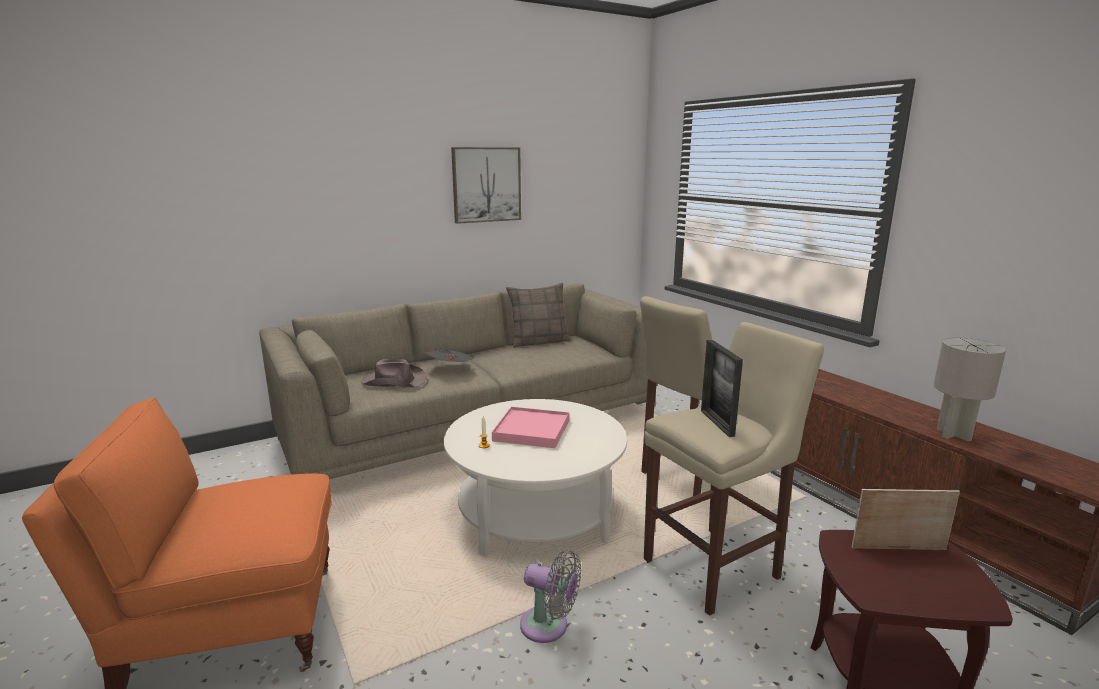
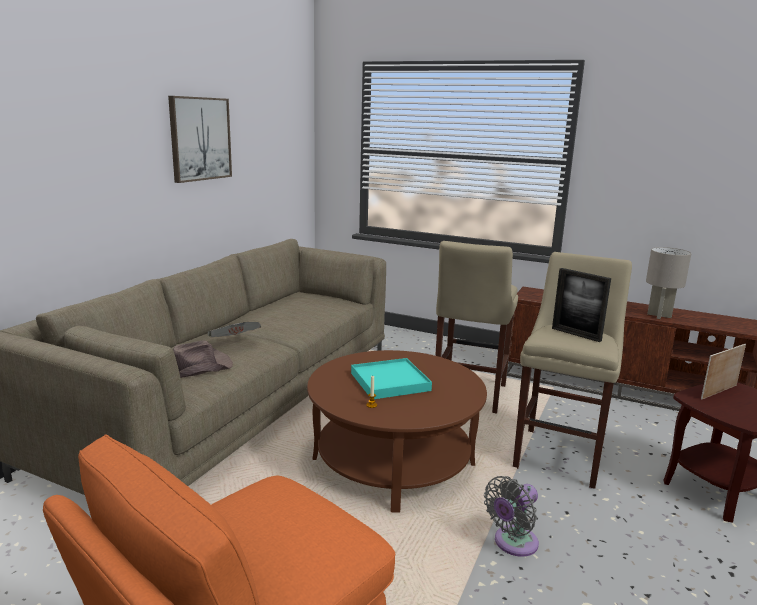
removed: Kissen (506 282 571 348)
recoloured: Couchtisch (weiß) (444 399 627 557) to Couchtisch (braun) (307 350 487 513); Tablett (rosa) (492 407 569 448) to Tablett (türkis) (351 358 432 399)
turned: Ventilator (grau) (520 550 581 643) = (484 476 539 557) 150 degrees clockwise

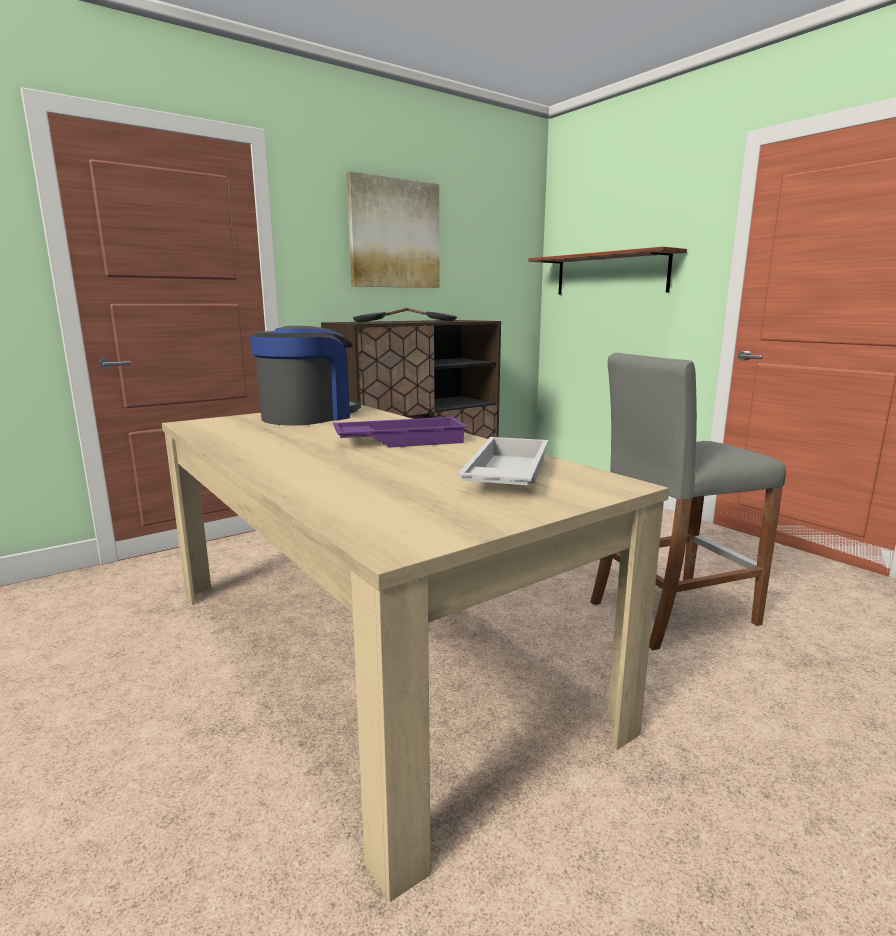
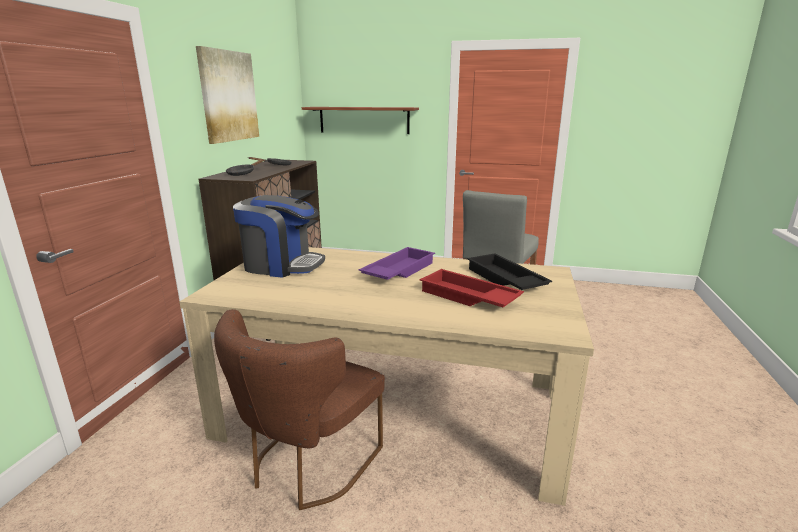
added: Stuhl (braun) (214 309 385 510); Tablett (rot) (420 269 524 307)
recoloured: Tablett (weiß) (457 437 548 485) to Tablett (schwarz) (467 254 552 290)
turned: Kaffeemaschine (250 326 361 426) = (233 195 325 278) 105 degrees clockwise

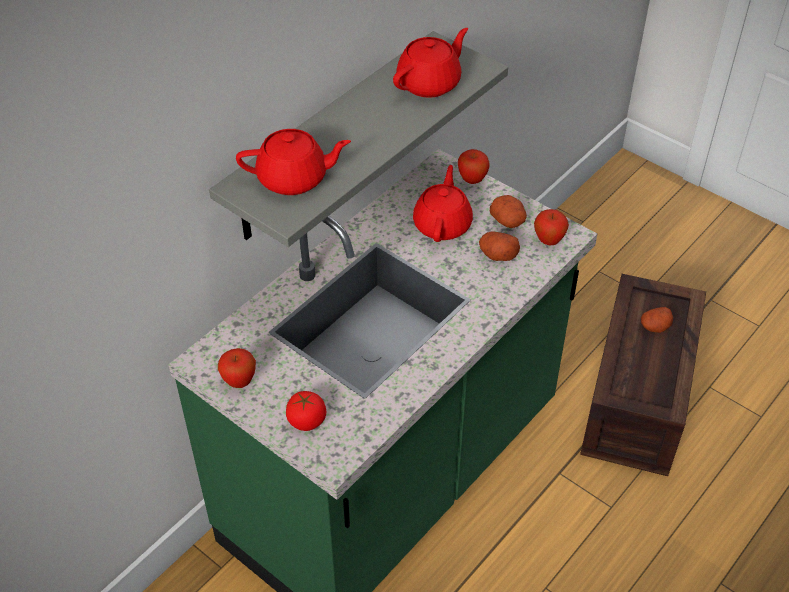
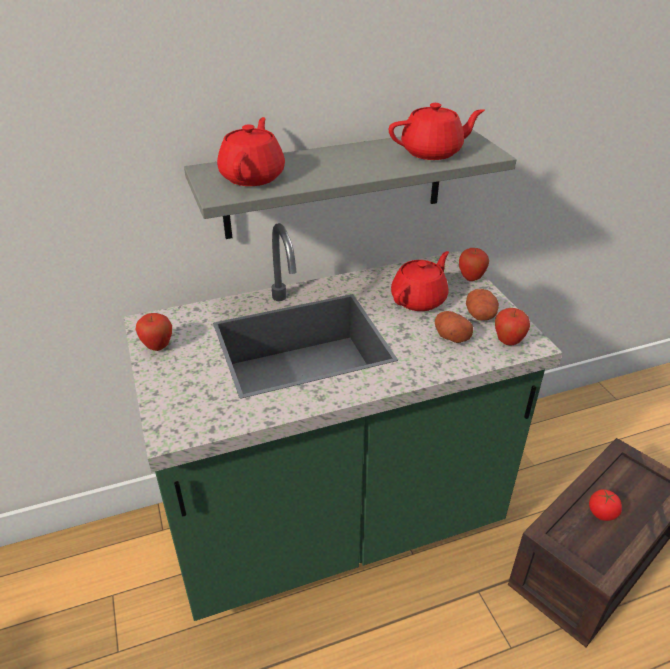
removed: Kartoffel (641 307 673 333)
moved: Tomate (286 391 327 431) to (589 489 622 521)
turned: Teekanne (rot) (236 129 351 195) = (217 117 285 186) 105 degrees counterclockwise

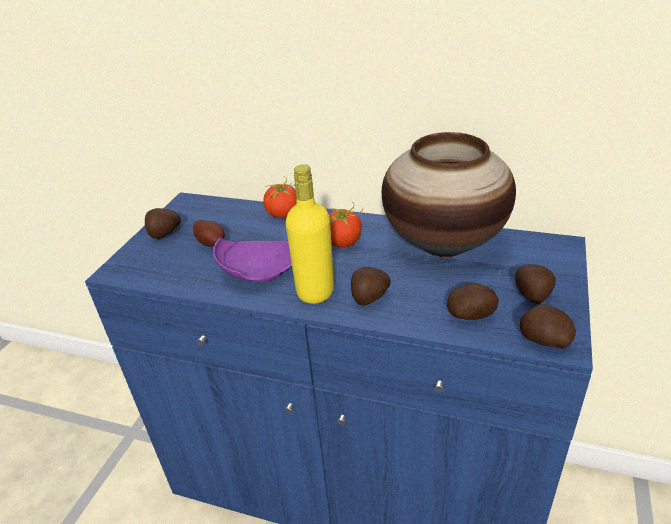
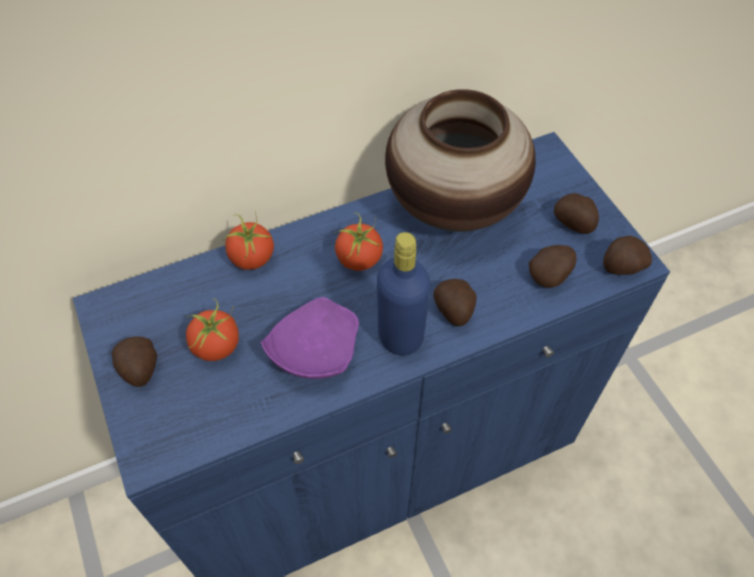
replaced: Kartoffel (193 220 225 247) to Tomate (186 298 239 361)
recoloured: Flasche (gelb) (286 164 334 304) to Flasche (blau) (377 232 431 355)

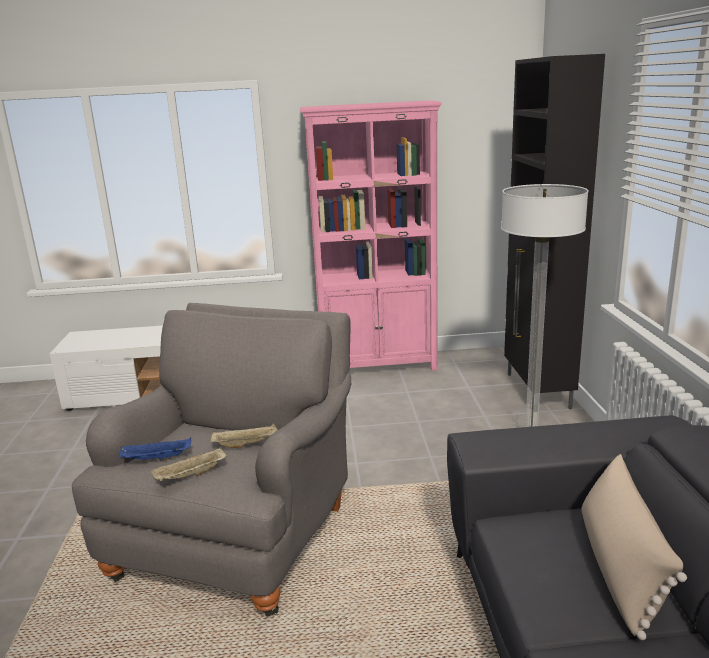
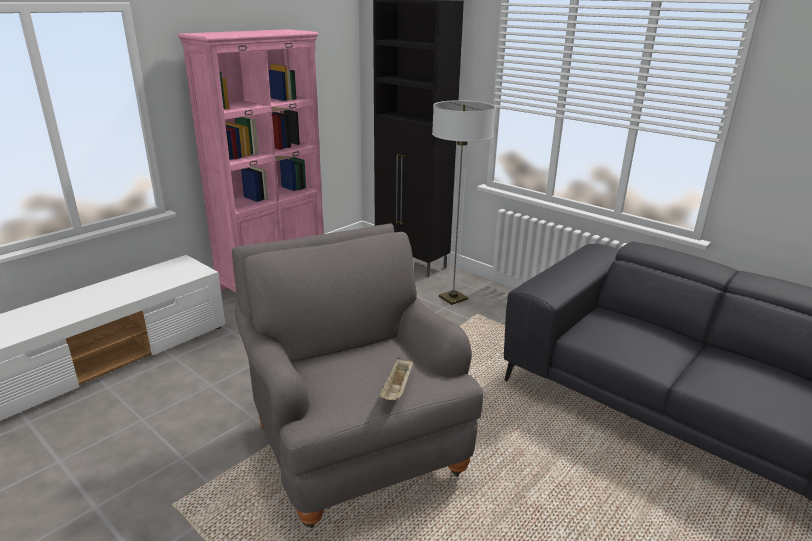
removed: Tablett (blau) (120 438 191 461); Tablett (beige) (210 424 278 448); Kissen (beige) (582 454 687 640)

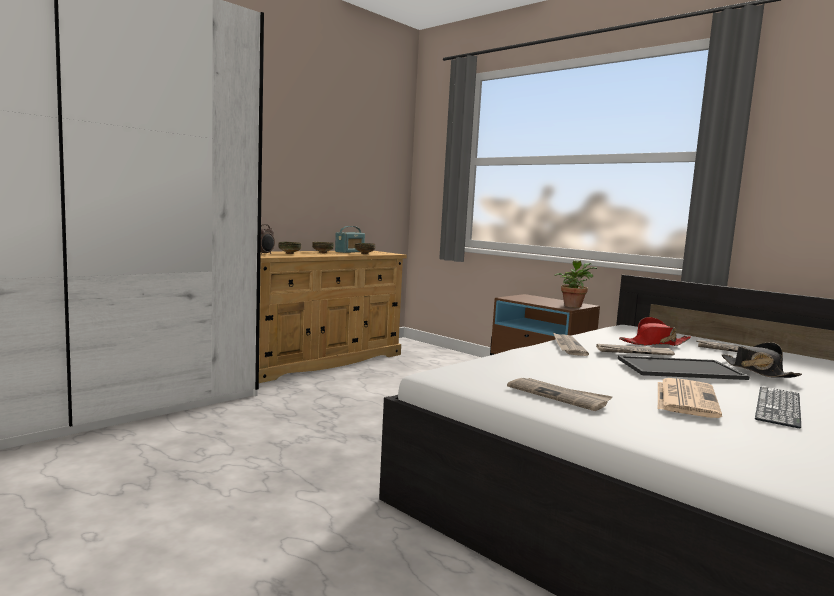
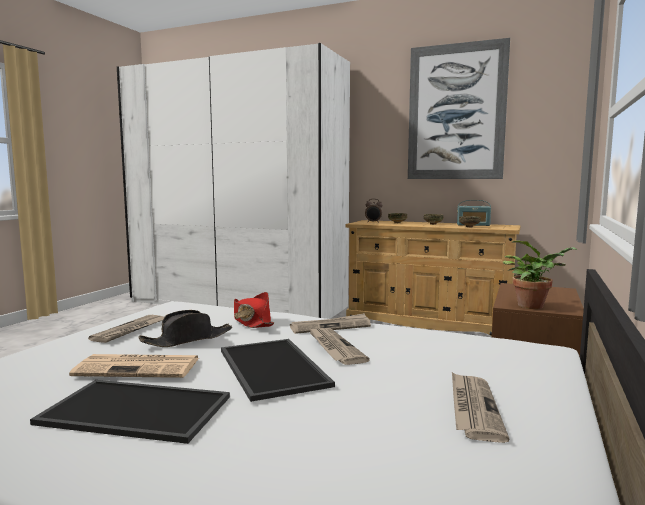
added: Bild (408 38 510 179)
moved: Hut (rot) (619 317 691 346) to (234 292 274 328); Hut (schwarz) (721 342 802 378) to (138 310 232 347)
replaced: Tastatur (755 386 801 429) to Tablett (30 380 230 444)

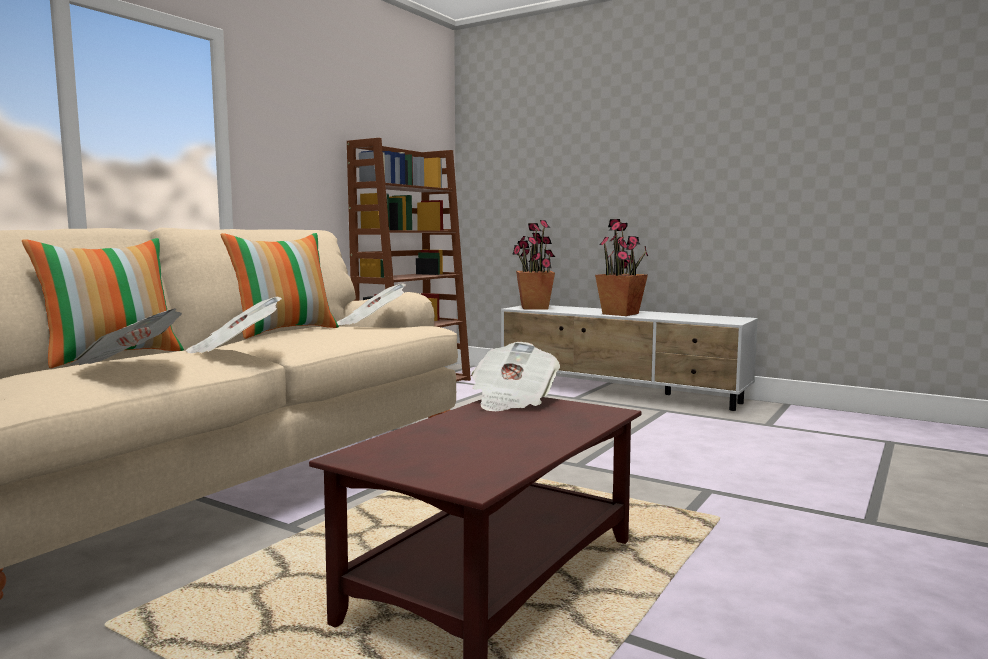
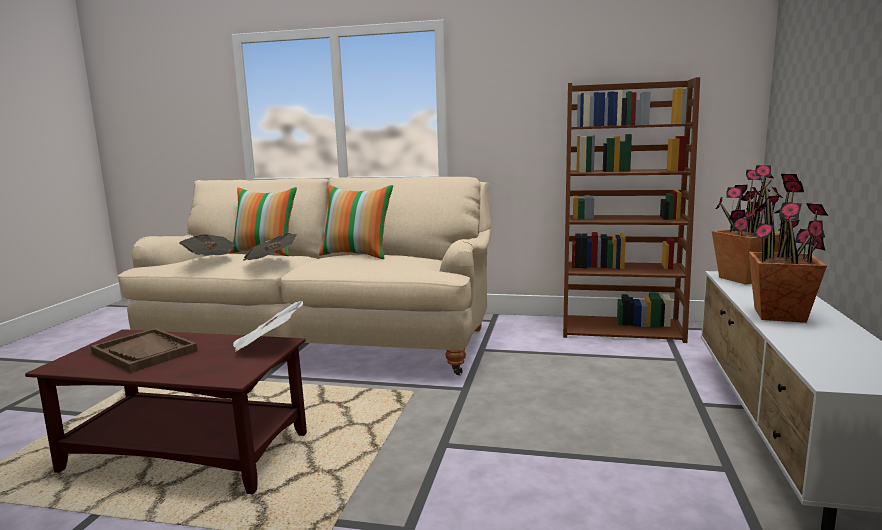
removed: Zeitung (337 283 407 325)
added: Tablett (braun) (90 328 197 373)

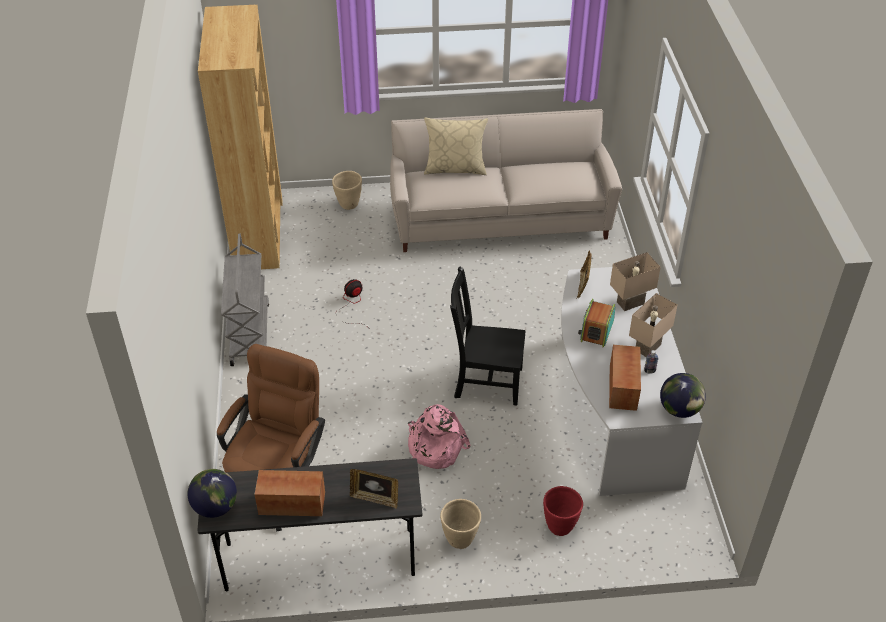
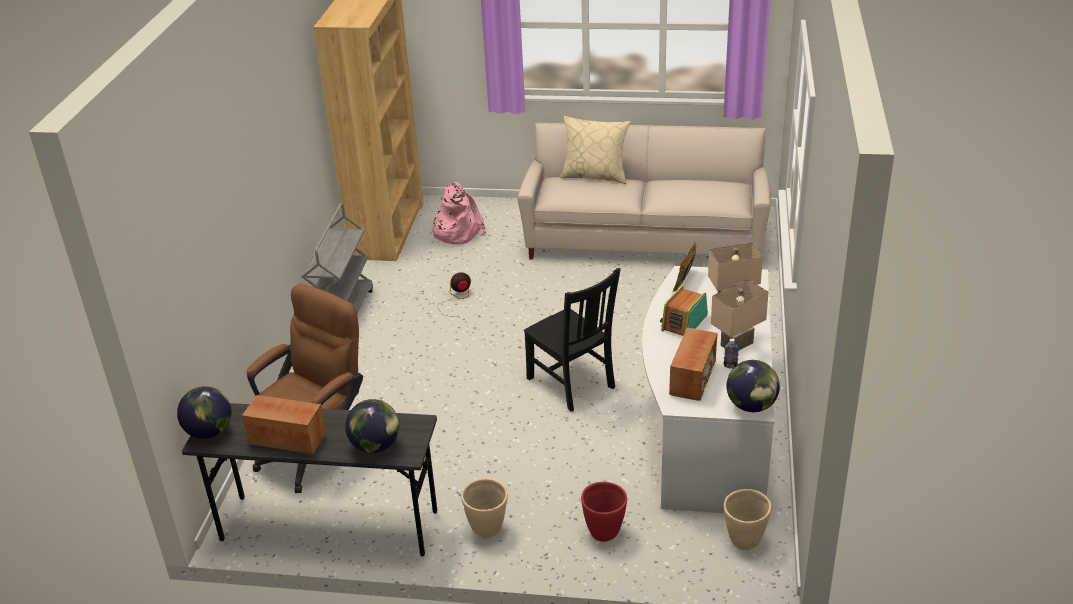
moved: Pflanzkübel (beige) (332 171 362 210) to (724 489 771 550); Rucksack (rosa) (408 404 470 469) to (430 182 486 244)
replaced: Bilderrahmen (350 469 398 509) to Globus (345 399 399 453)
turned: Stuhl (schwarz) (450 266 525 405) = (524 268 621 412) 150 degrees counterclockwise

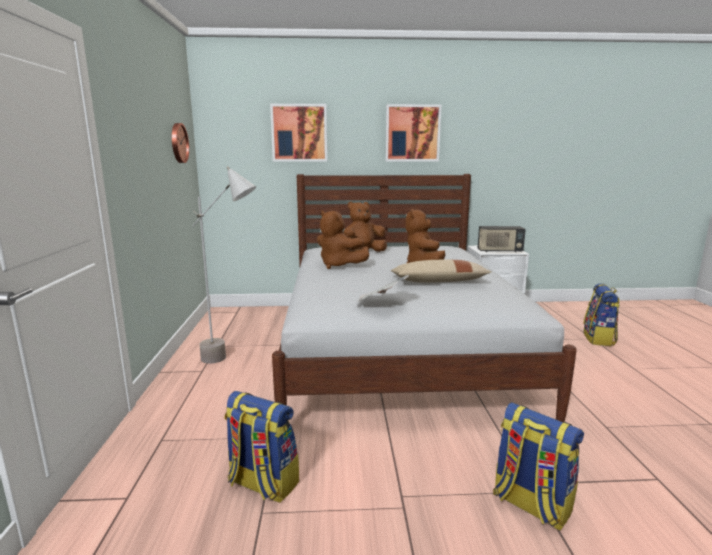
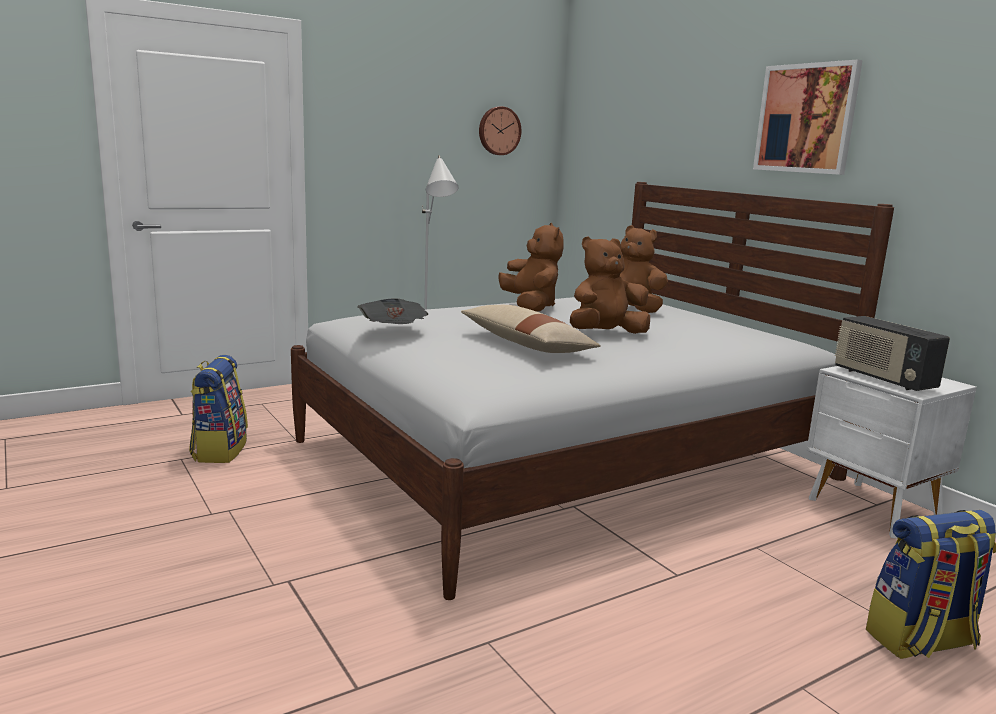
removed: Bild (270 104 327 162); Rucksack (493 402 584 531)
turned: Plüschtier (braun) (317 211 369 269) = (498 223 564 312) 150 degrees clockwise

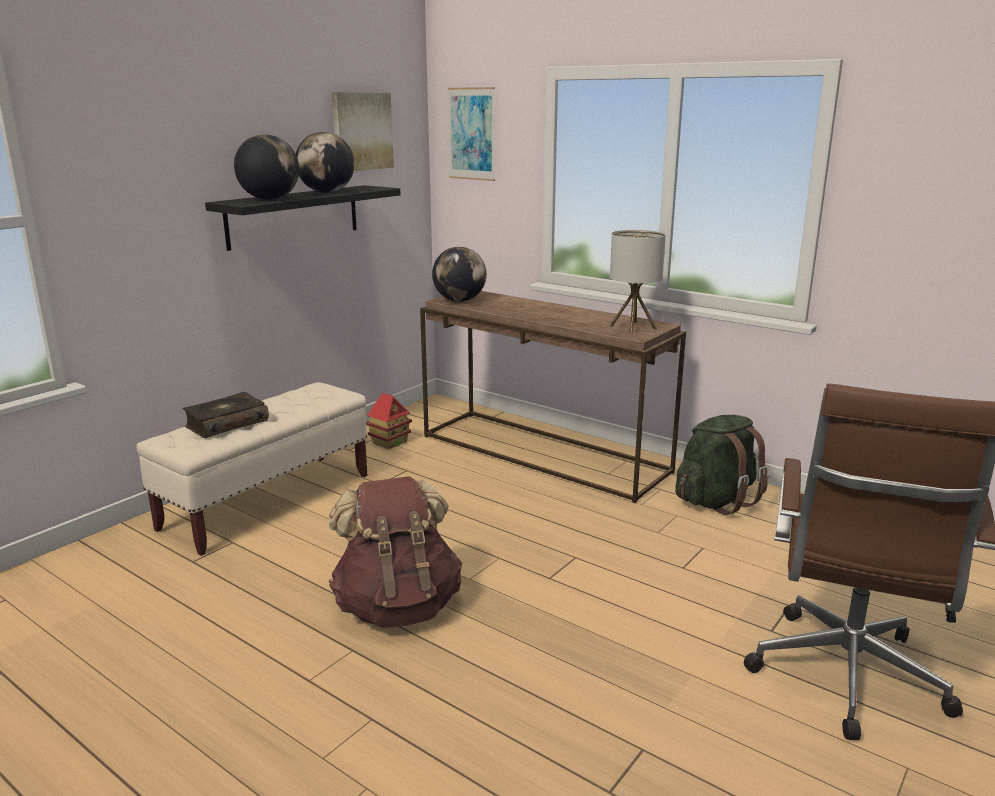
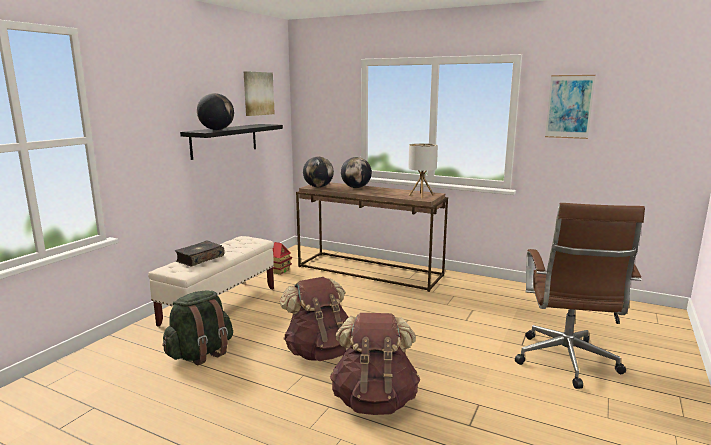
added: Rucksack (braun) (330 313 420 415)
moved: Globus (296 132 355 193) to (341 157 372 188); Bild (448 87 495 181) to (545 75 596 139); Rucksack (grün) (675 415 769 515) to (162 290 233 365)

